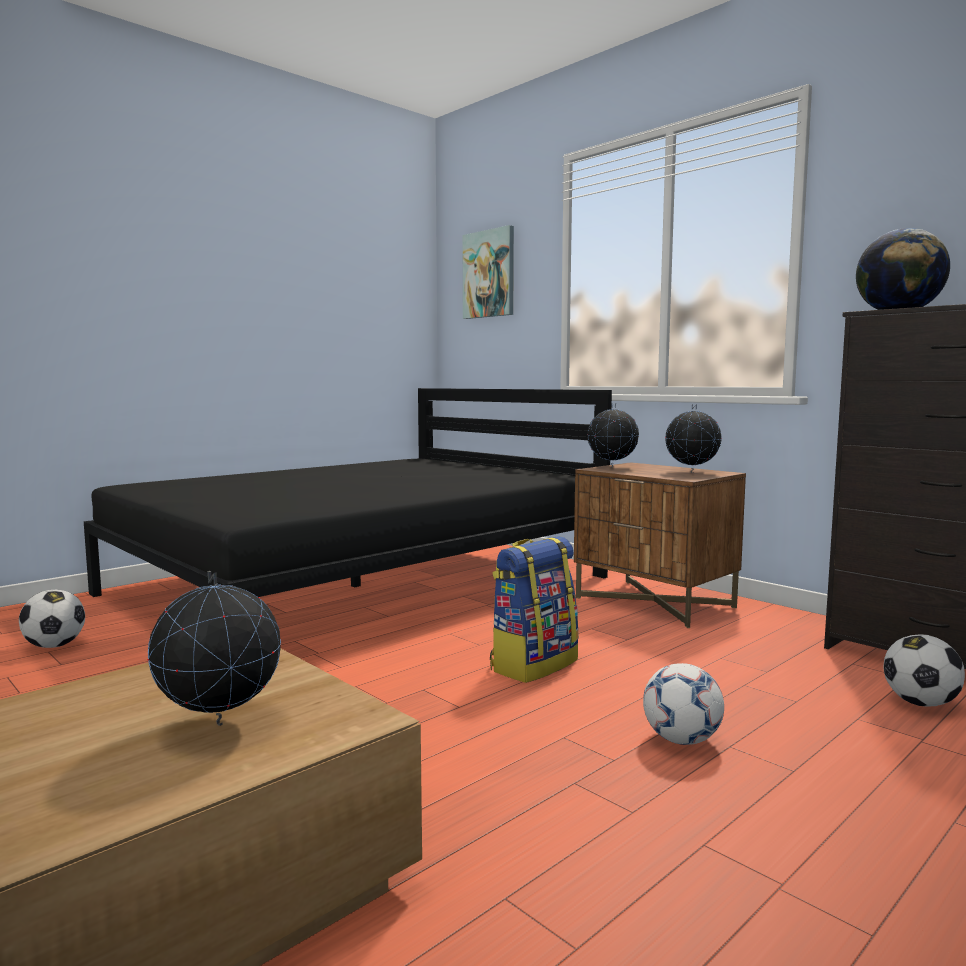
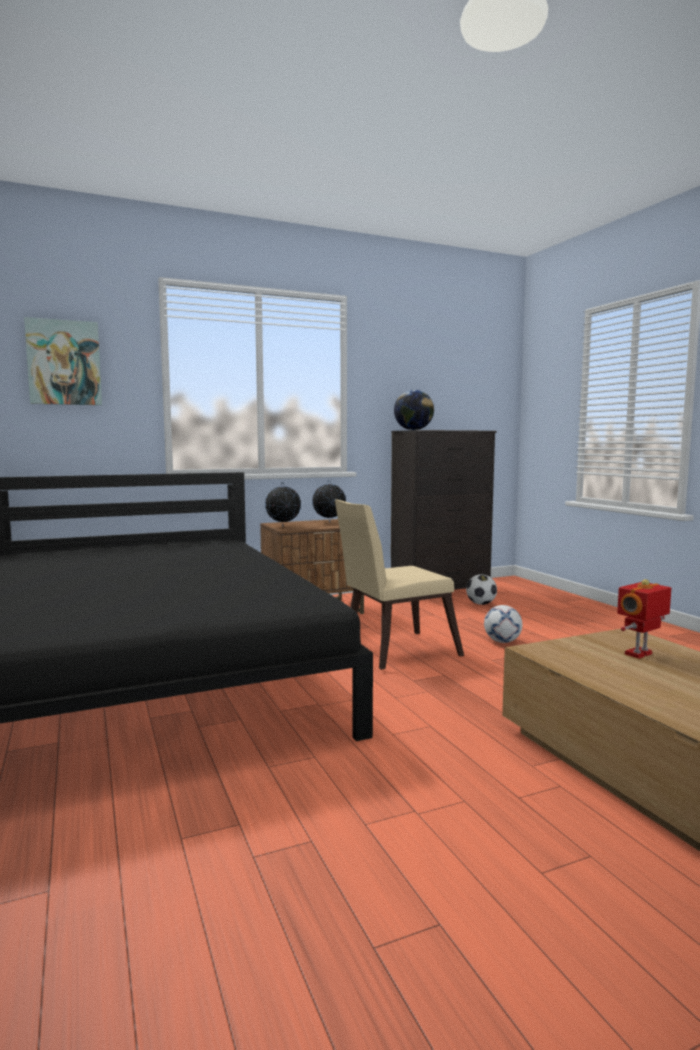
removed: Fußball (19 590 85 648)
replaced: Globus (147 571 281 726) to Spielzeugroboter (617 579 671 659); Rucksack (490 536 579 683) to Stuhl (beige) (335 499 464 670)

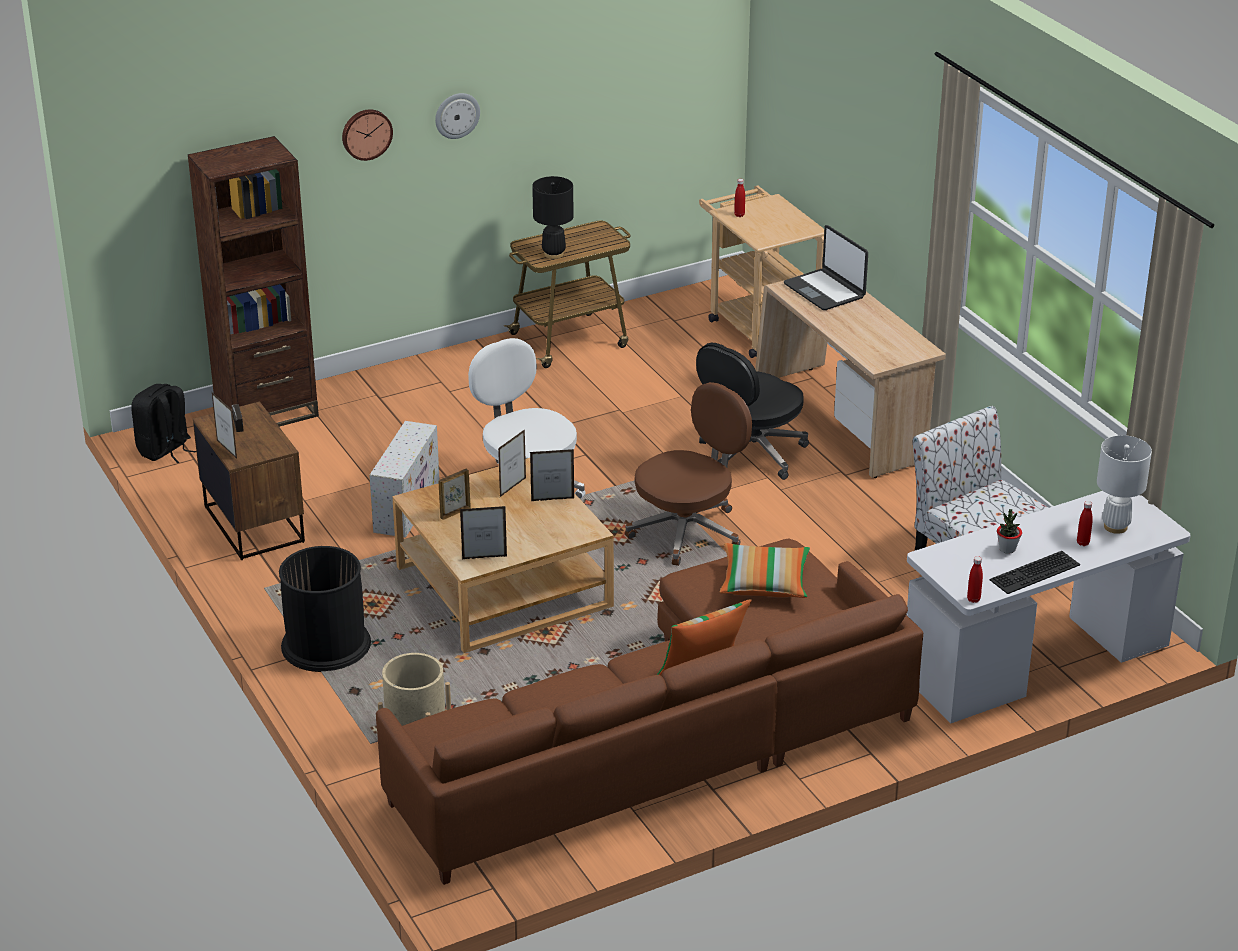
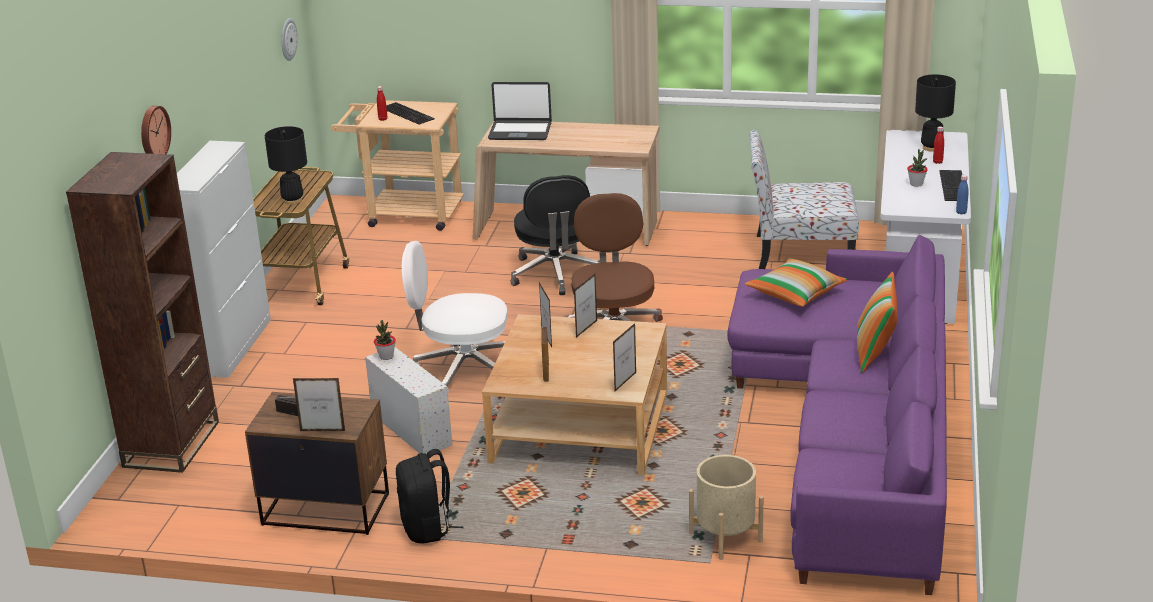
removed: Mülleimer (schwarz) (279 546 371 672)
added: Schrank (weiß) (177 141 271 378); Topfpflanze (374 320 396 360); Tastatur (386 102 435 124)
moved: Rucksack (schwarz) (131 384 196 463) to (396 449 464 544); Wanduhr (435 93 480 139) to (281 18 298 61)
recoloured: Sofa (braun) (376 538 923 885) to Sofa (lila) (727 235 947 595); Flasche (rot) (967 556 983 603) to Flasche (blau) (956 175 969 214); Tischlampe (weiß) (1097 435 1152 534) to Tischlampe (schwarz) (915 74 956 152)

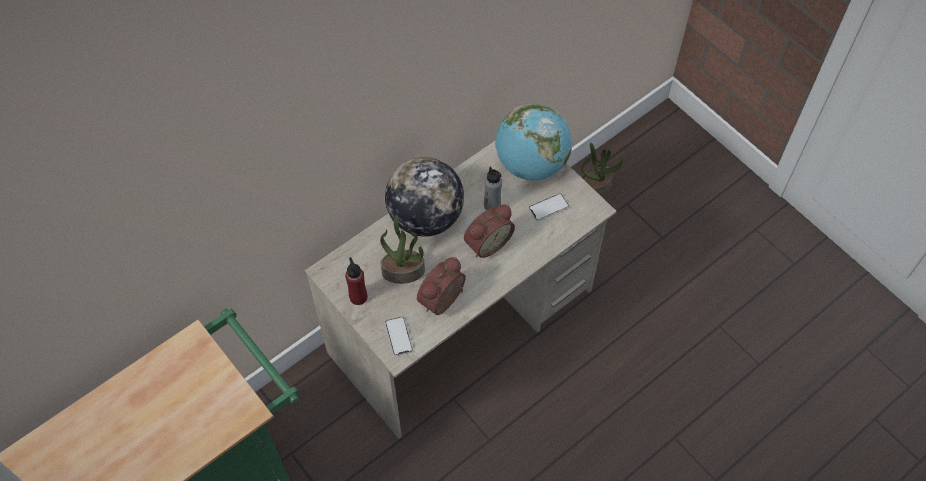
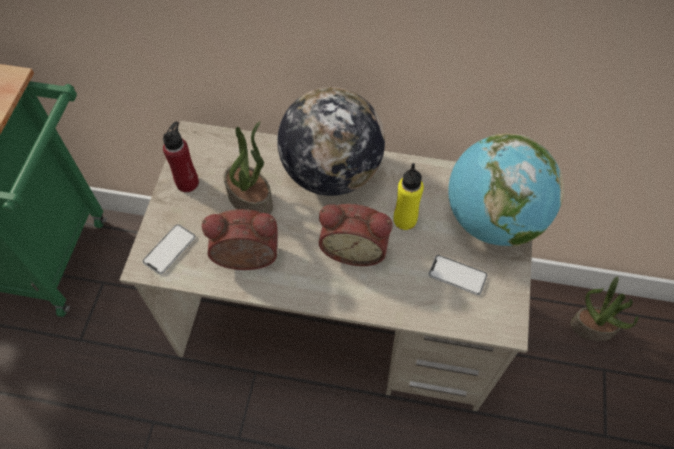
recoloured: Flasche (grau) (484 167 502 210) to Flasche (gelb) (394 163 424 230)

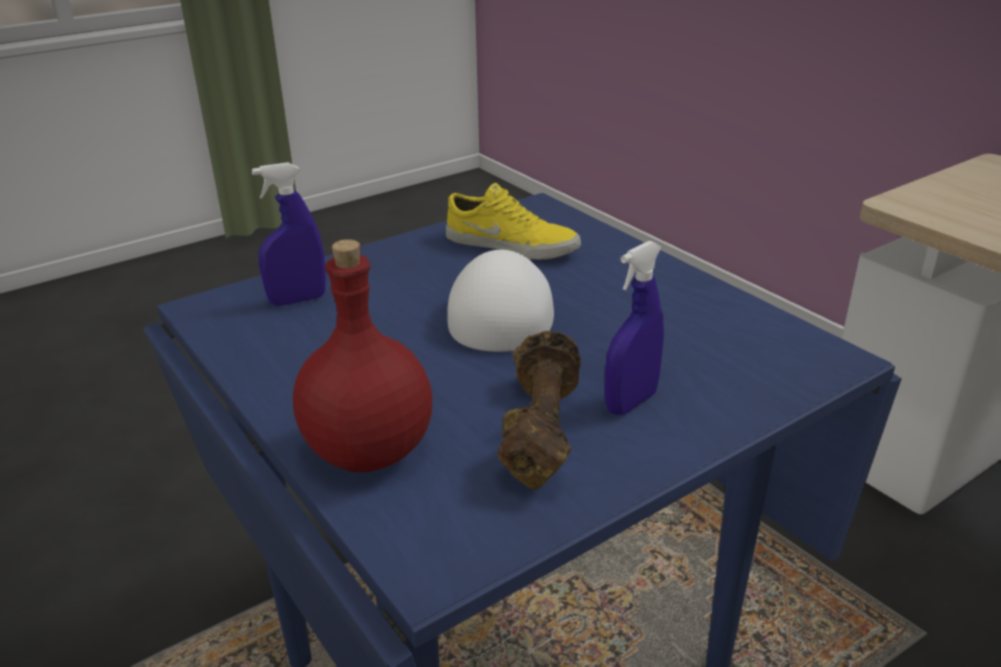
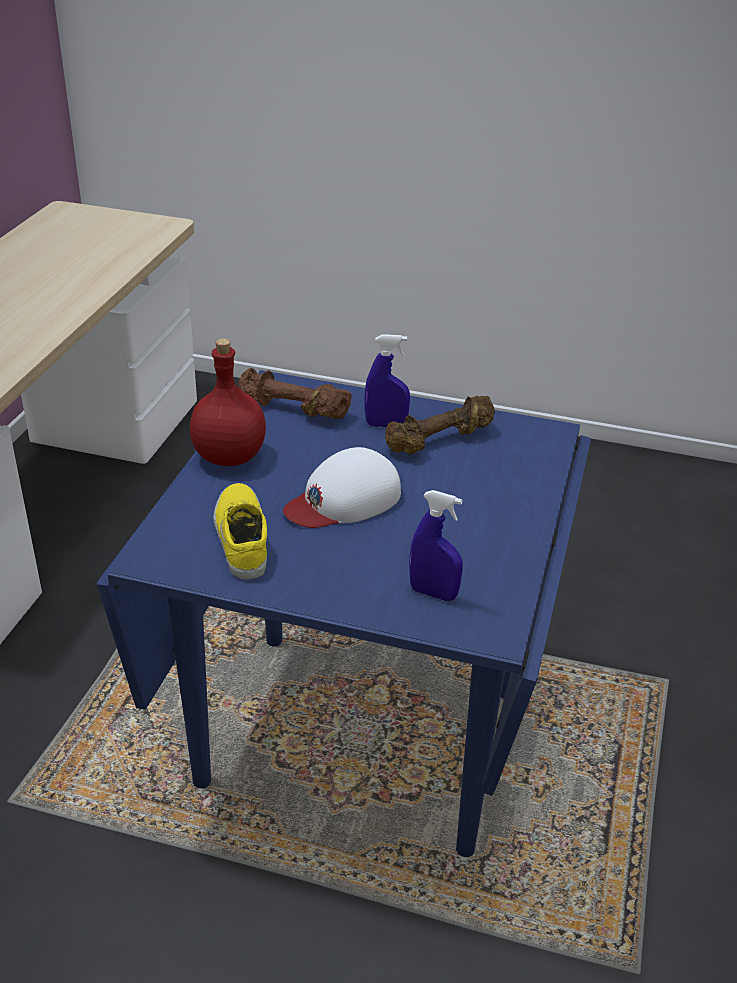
added: Hantel (braun) (238 368 352 419)
moved: Flasche (rot) (293 239 432 472) to (190 338 266 466)

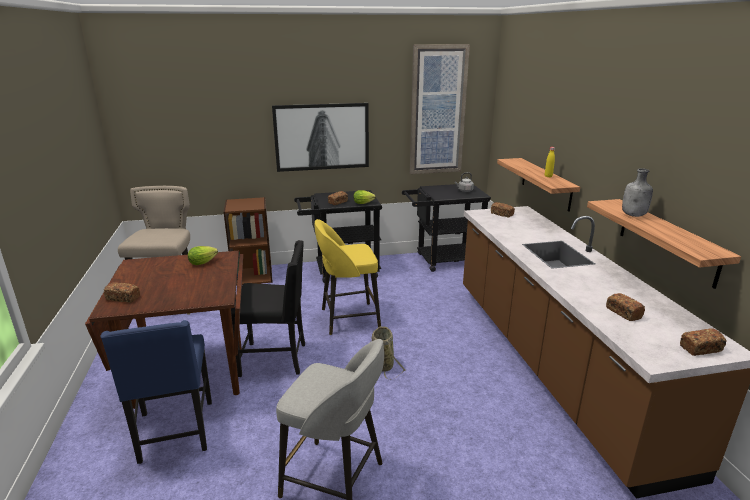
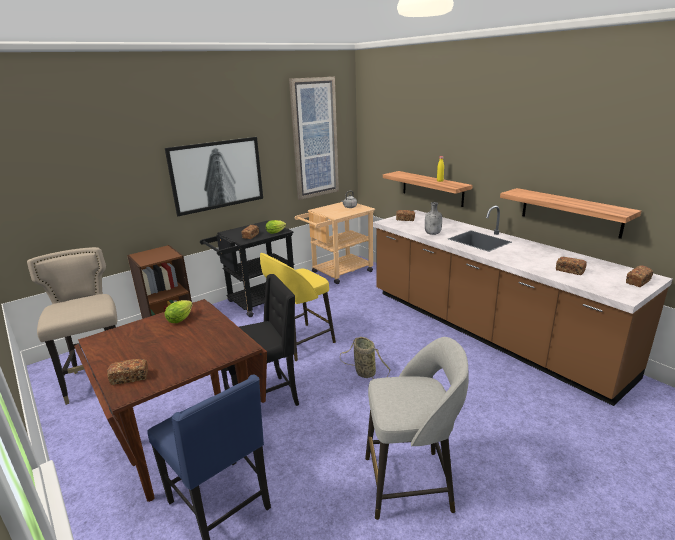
moved: Flasche (grau) (622 168 653 217) to (425 202 442 235)
recoloured: Rollwagen (schwarz) (402 184 491 272) to Rollwagen (beige) (295 202 375 284)

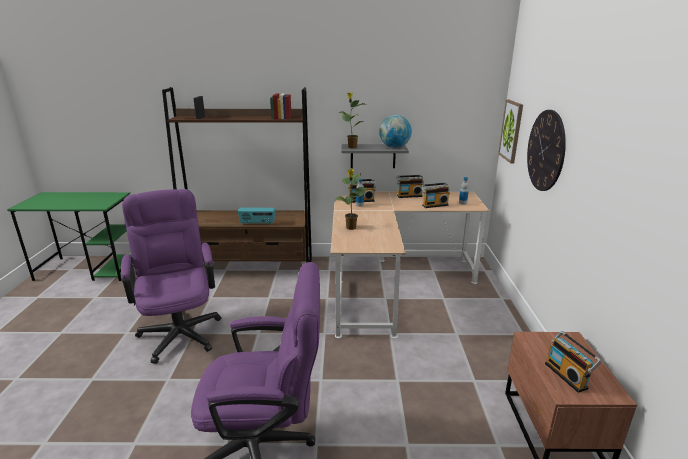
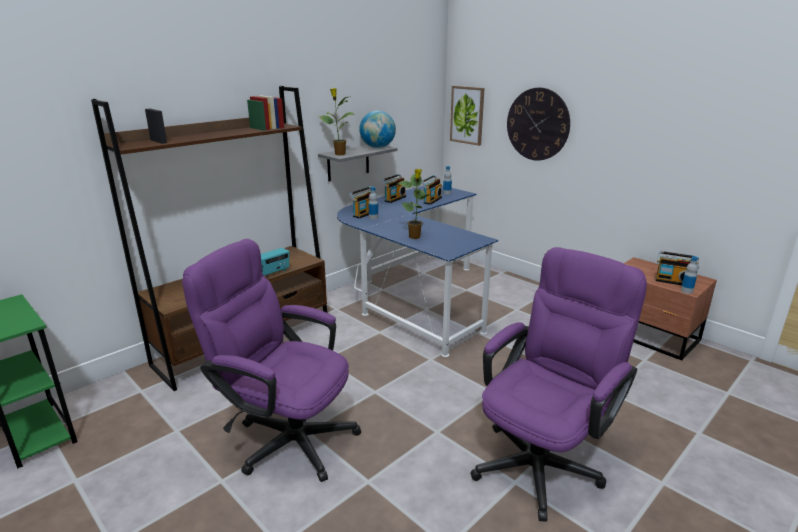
added: Flasche (681 256 698 294)
recoloured: Schreibtisch (beige) (331 192 490 339) to Schreibtisch (blau) (337 185 498 357)

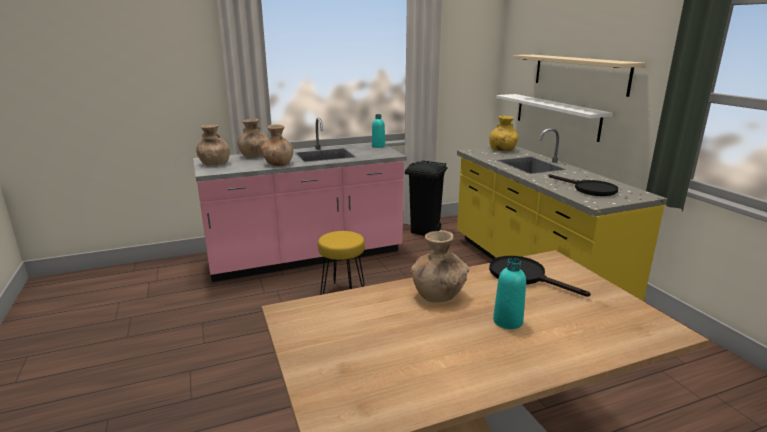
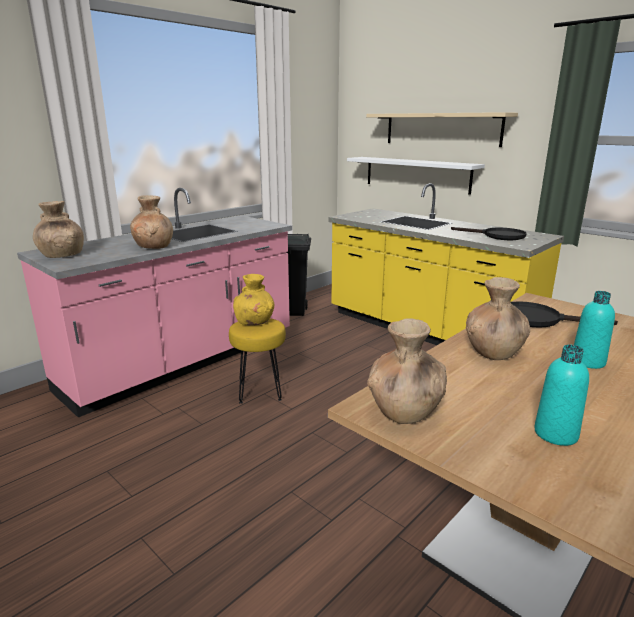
moved: Vase (braun) (238 119 268 158) to (367 319 447 424); Flasche (türkis) (372 114 385 148) to (534 345 589 446); Vase (gelb) (489 116 518 151) to (233 274 274 326)

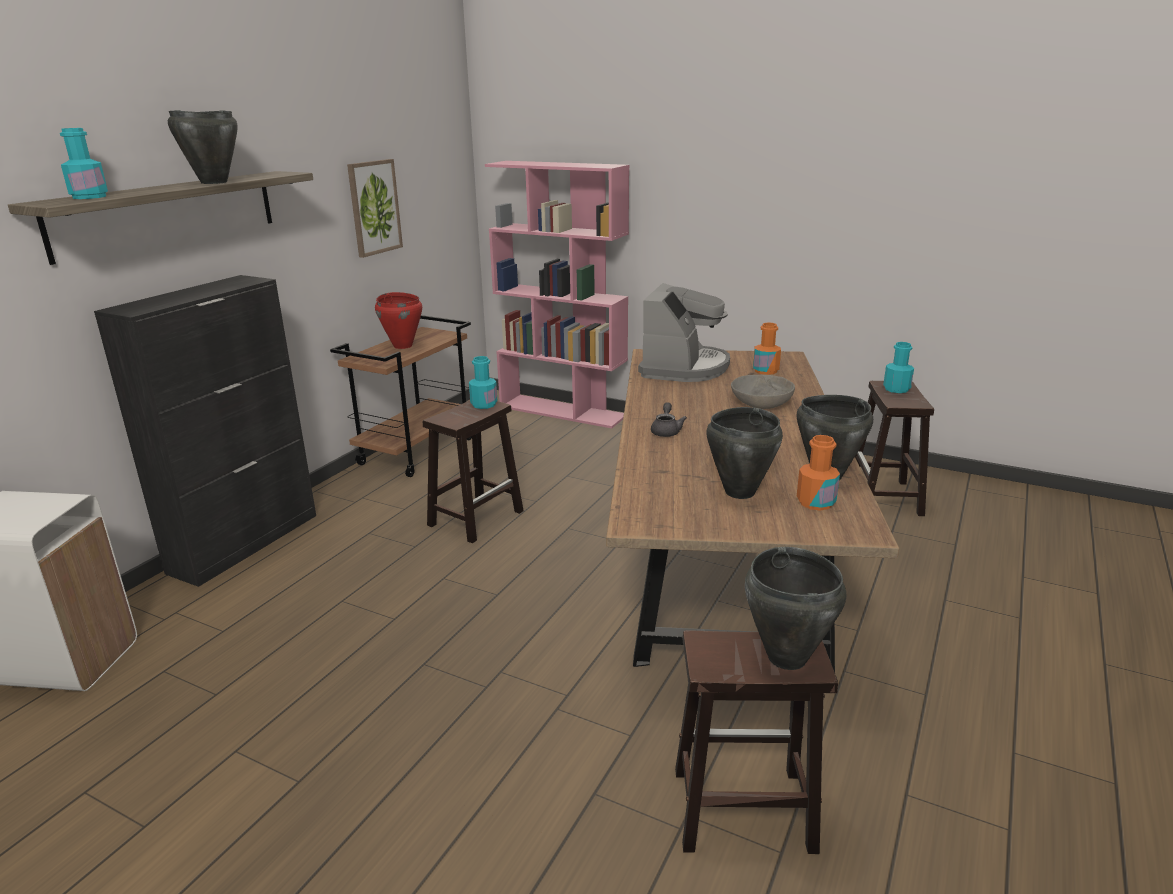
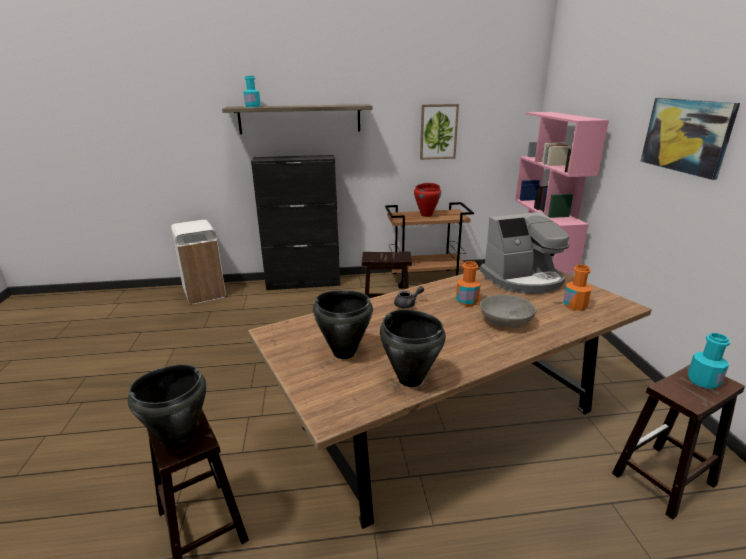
removed: Kochtopf (schwarz) (168 110 238 184); Flasche (türkis) (469 356 497 409)
added: Bild (641 98 740 180)
moved: Flasche (orange) (797 435 840 511) to (456 261 481 306)

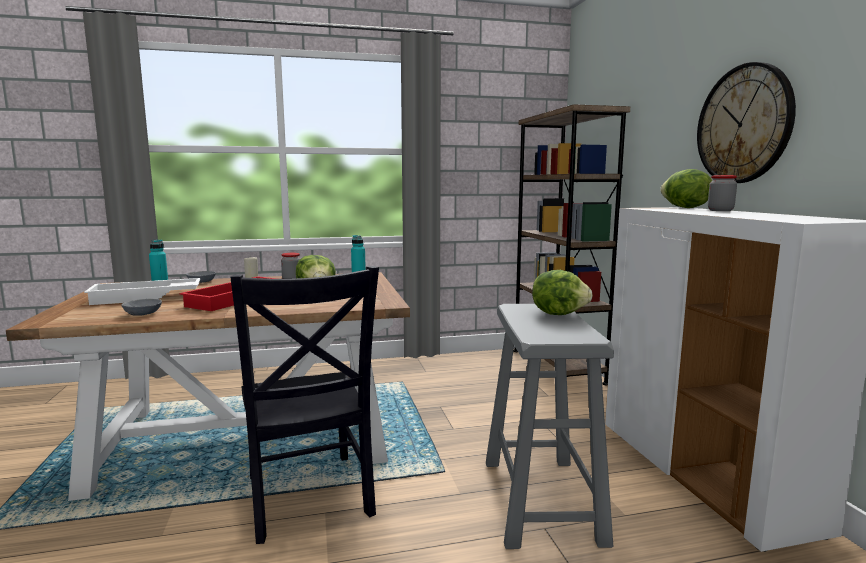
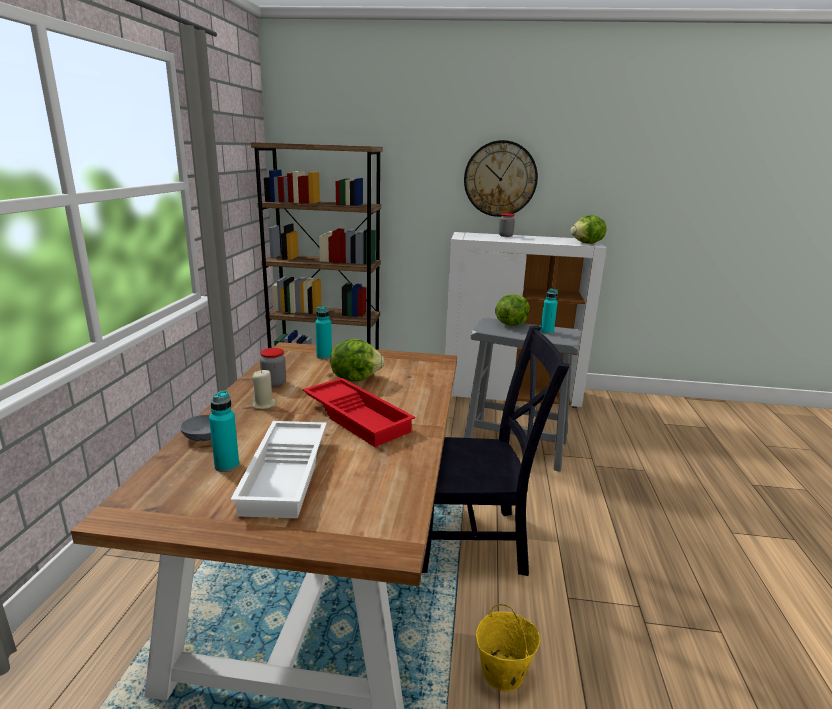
removed: Schüssel (grau) (121 299 162 316)
added: Eimer (gelb) (476 604 540 692); Flasche (türkis) (540 289 558 334)
moved: Salatkopf (660 169 712 208) to (571 215 607 244)

